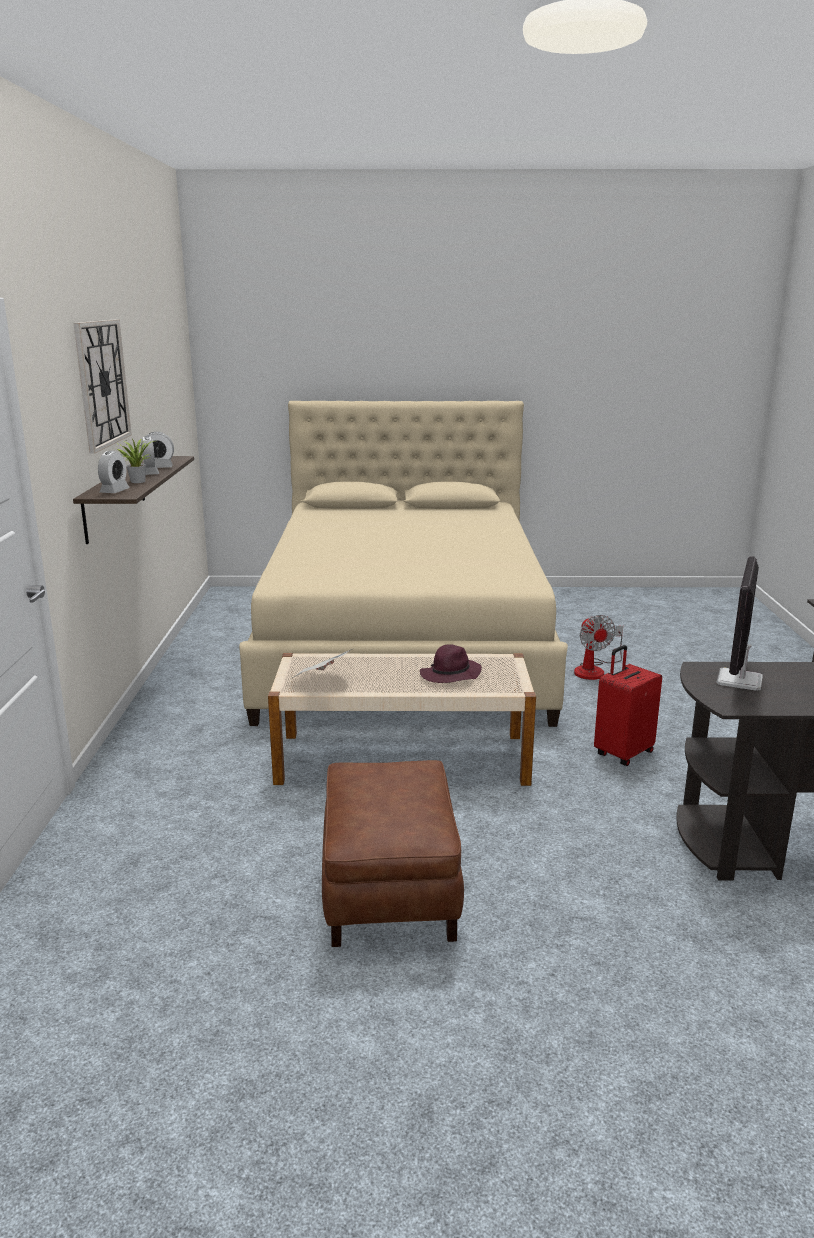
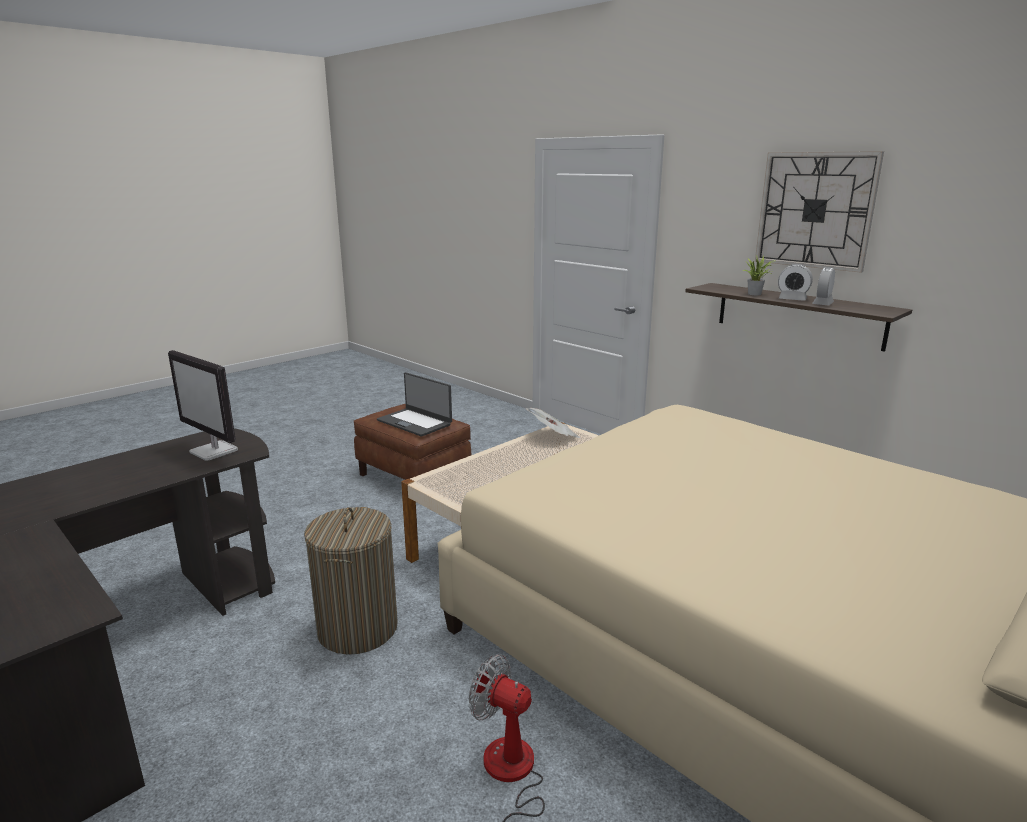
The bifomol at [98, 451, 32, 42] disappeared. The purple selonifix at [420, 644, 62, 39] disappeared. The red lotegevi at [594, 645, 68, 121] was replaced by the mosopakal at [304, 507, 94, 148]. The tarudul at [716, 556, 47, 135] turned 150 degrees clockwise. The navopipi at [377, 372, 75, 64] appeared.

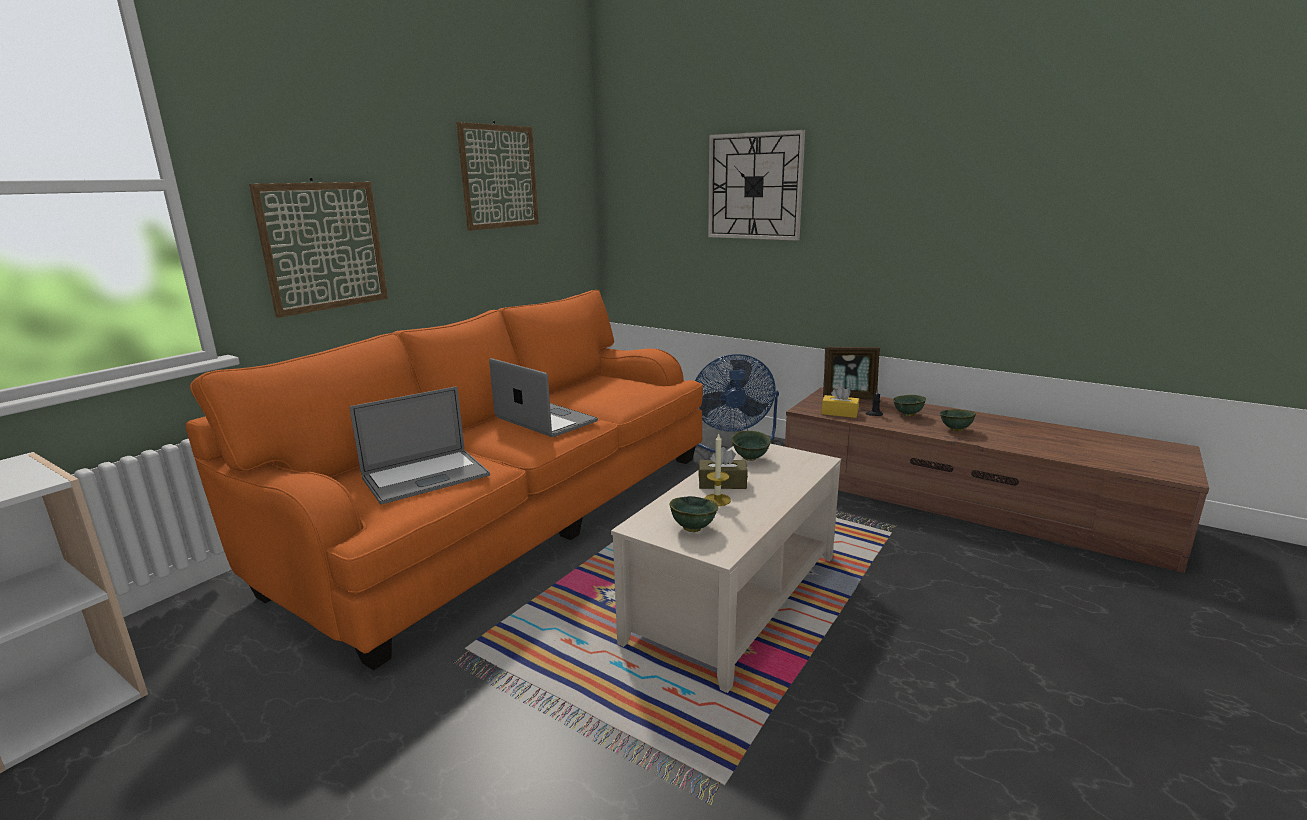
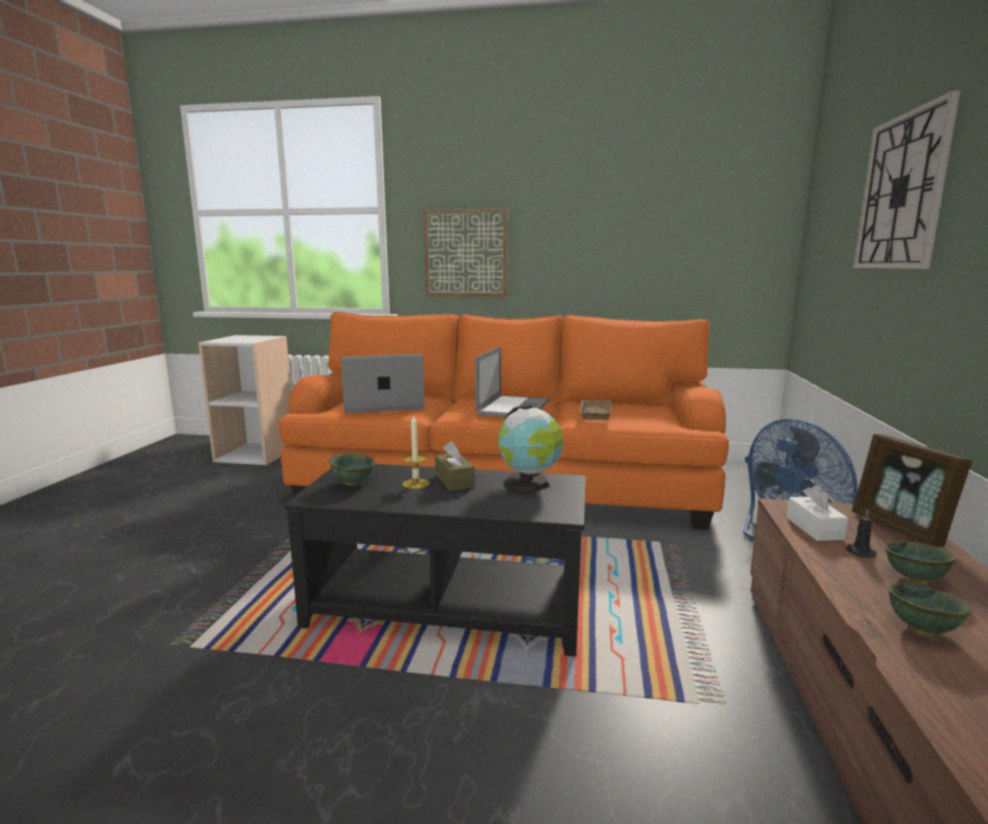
The navopipi at [350, 387, 140, 118] turned 135 degrees clockwise. The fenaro at [456, 121, 83, 110] disappeared. The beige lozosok at [611, 444, 230, 249] became the black lozosok at [284, 464, 302, 193]. The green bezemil at [732, 431, 39, 30] was replaced by the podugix at [498, 405, 65, 87]. The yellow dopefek at [821, 386, 38, 32] became the white dopefek at [787, 485, 61, 56]. The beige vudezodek at [580, 400, 32, 21] appeared.

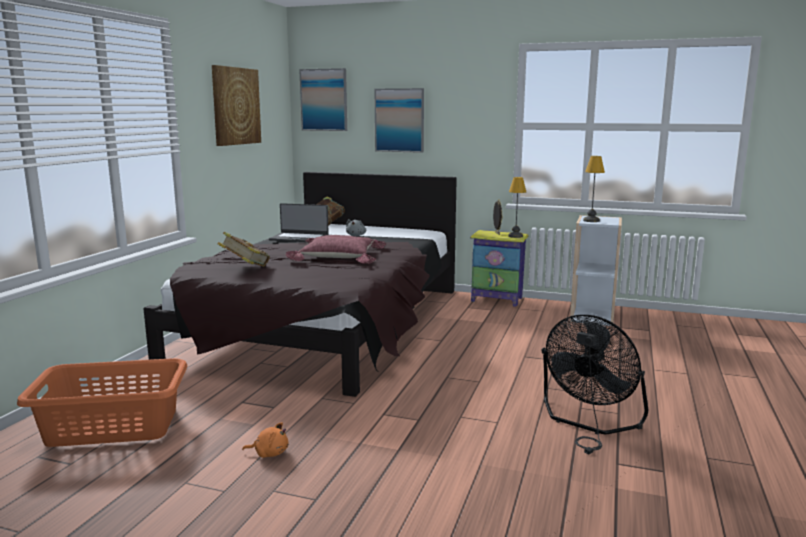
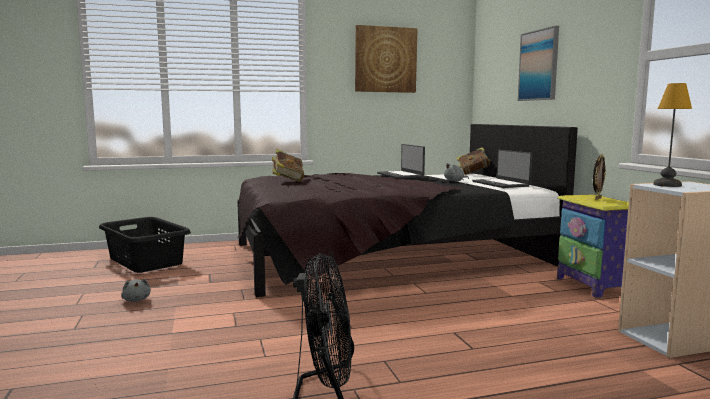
The orange mosopakal at [17, 358, 170, 89] became the black mosopakal at [99, 217, 92, 56]. The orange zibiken at [242, 422, 47, 36] became the grey zibiken at [121, 279, 30, 23]. The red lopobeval at [286, 235, 100, 29] disappeared. The fenaro at [299, 68, 48, 63] disappeared. The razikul at [508, 177, 18, 61] disappeared. The navopipi at [472, 150, 61, 38] appeared.

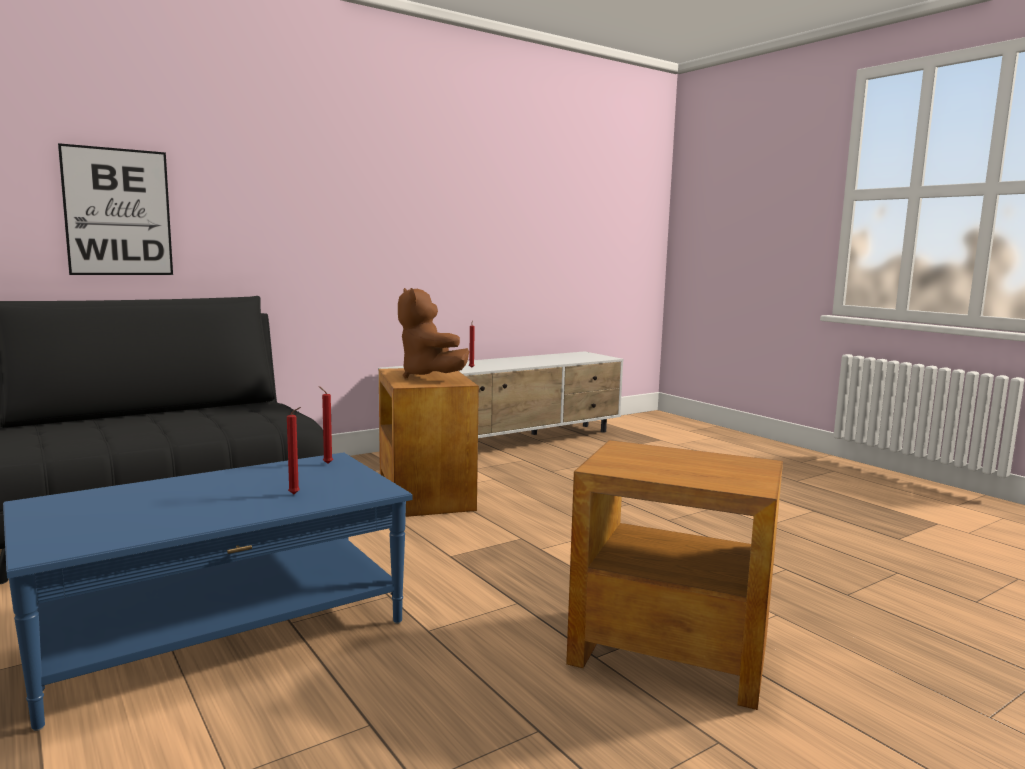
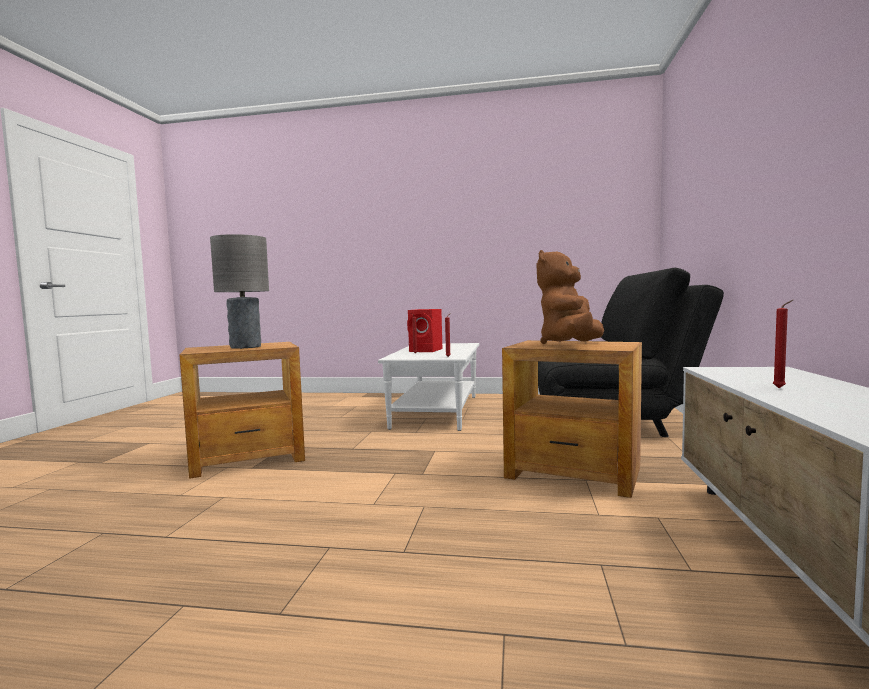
The blue lozosok at [3, 452, 410, 279] became the white lozosok at [378, 343, 101, 88]. The fenaro at [58, 143, 115, 132] disappeared. The brown zibiken at [398, 288, 71, 90] turned 75 degrees counterclockwise. The grey razikul at [210, 234, 59, 115] appeared. The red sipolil at [407, 309, 35, 43] appeared.

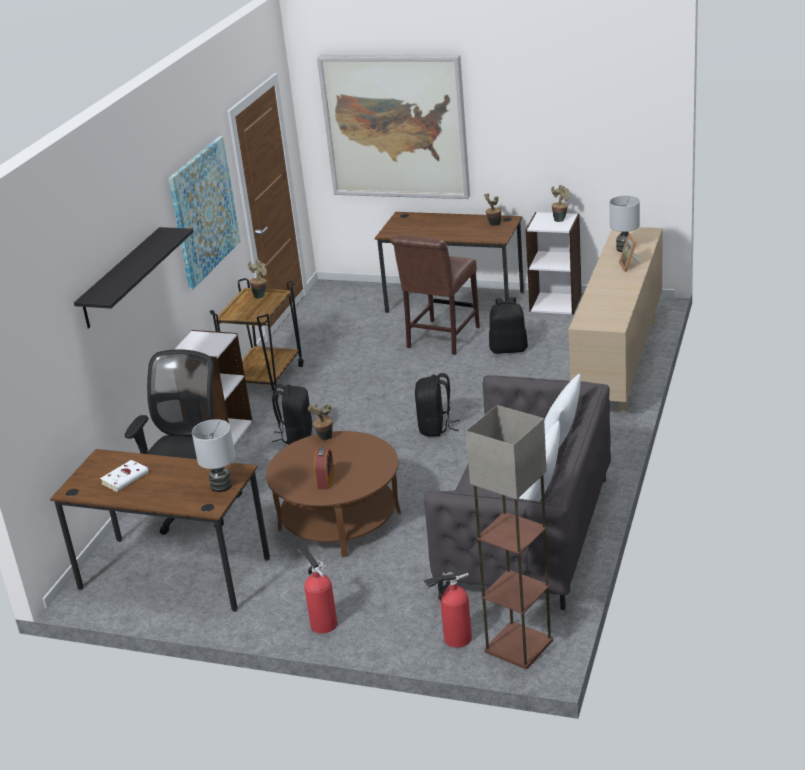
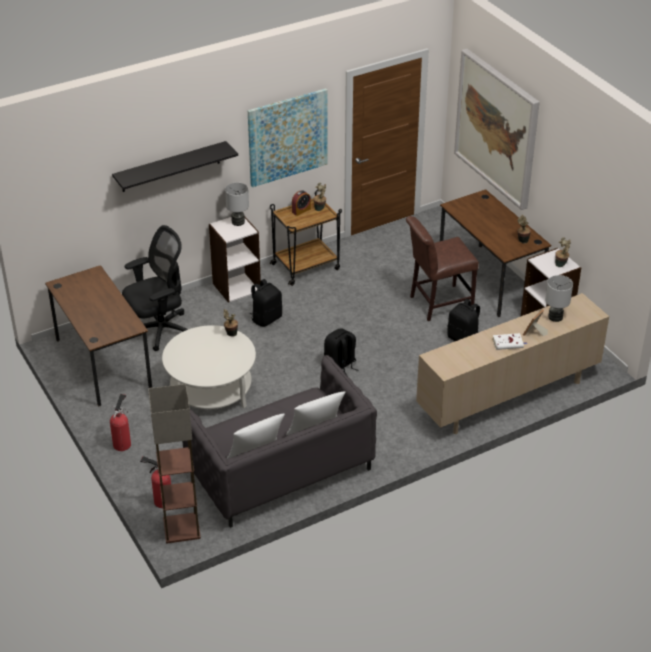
The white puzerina moved from [100, 460, 49, 31] to [493, 333, 34, 17]. The grey razikul moved from [192, 419, 43, 73] to [225, 182, 24, 44]. The brown lozosok at [266, 431, 135, 126] became the white lozosok at [162, 325, 94, 84]. The bifomol moved from [314, 447, 21, 42] to [292, 190, 19, 26].

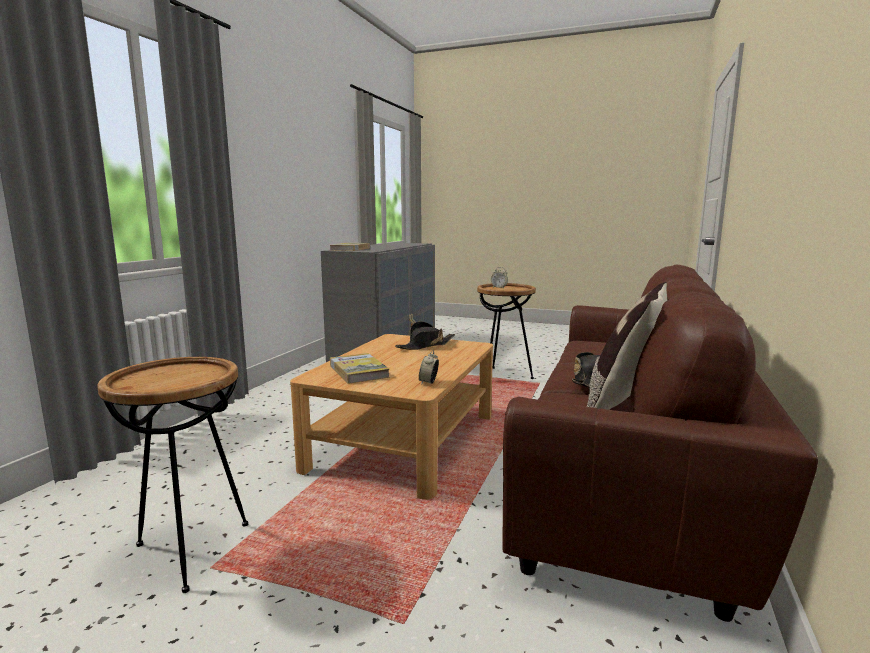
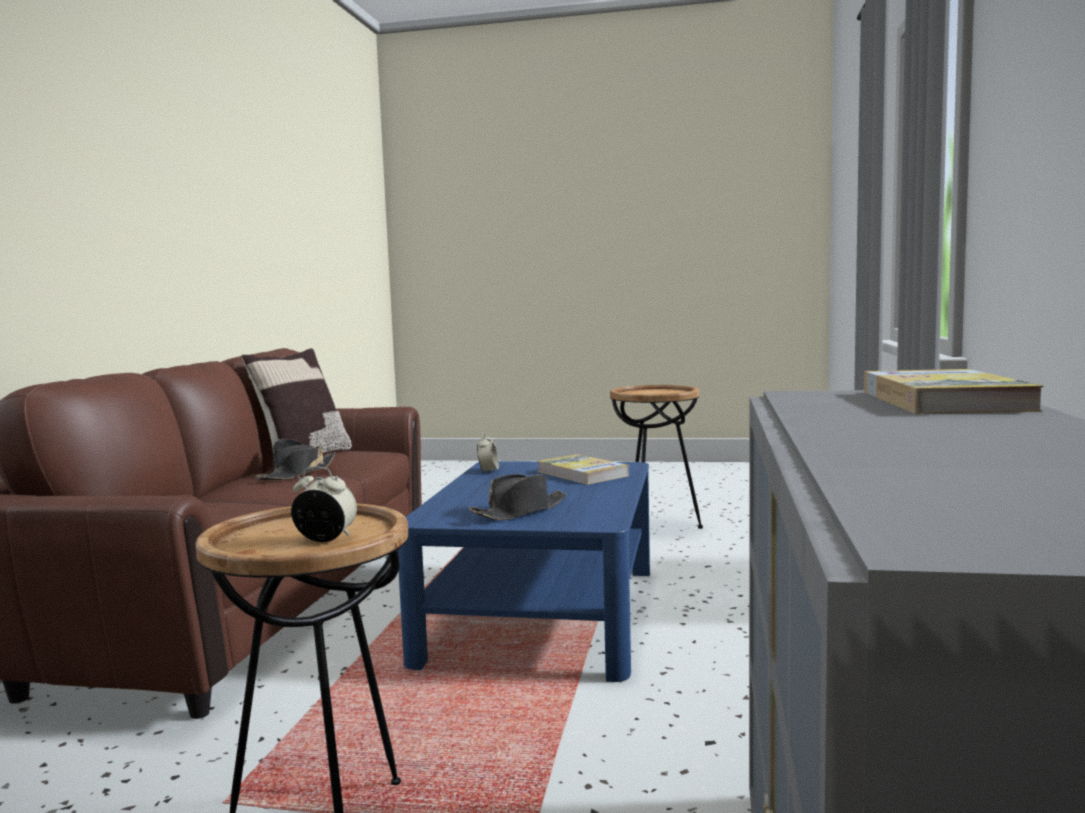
The beige lozosok at [290, 334, 203, 166] became the blue lozosok at [398, 461, 252, 221].

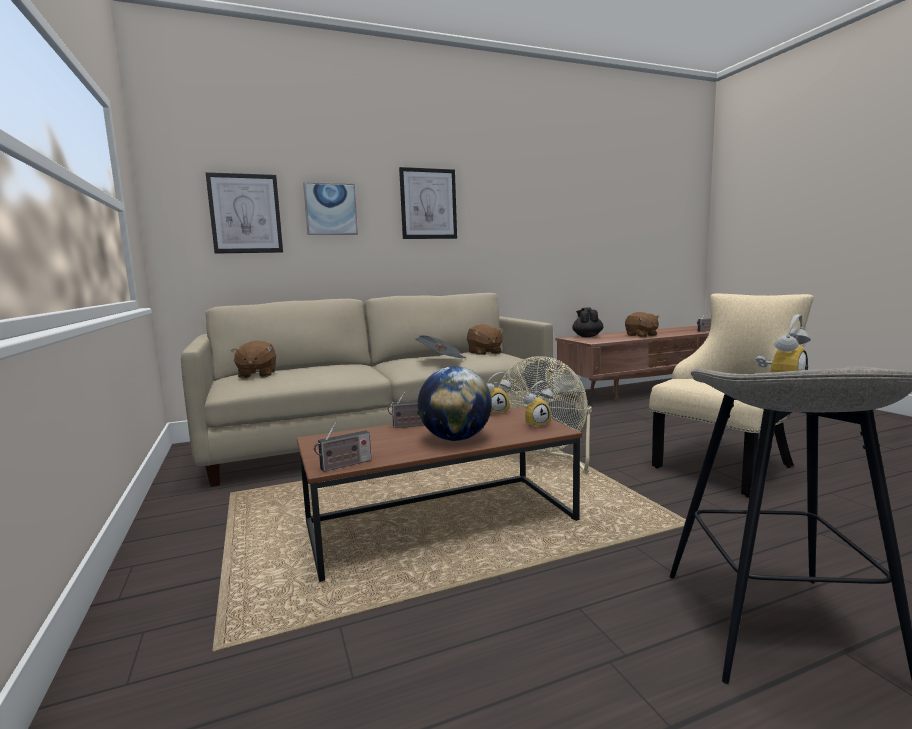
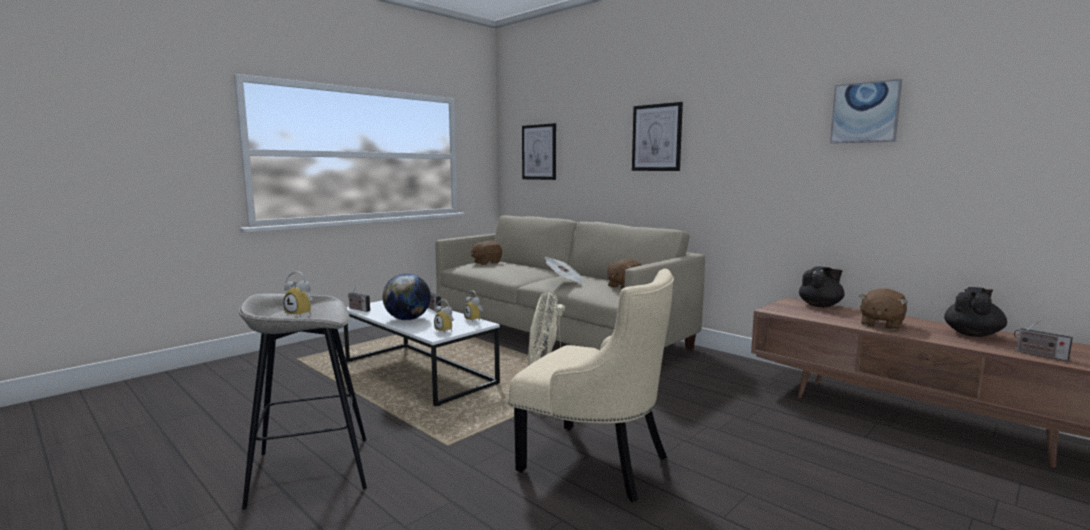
The brown lozosok at [297, 406, 285, 176] became the white lozosok at [344, 300, 156, 106]. The fenaro moved from [303, 182, 55, 53] to [830, 79, 72, 65]. The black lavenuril at [944, 287, 63, 50] appeared.

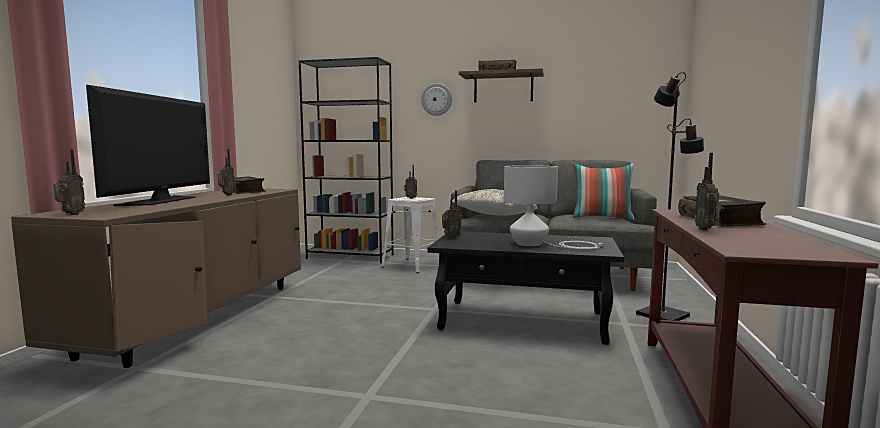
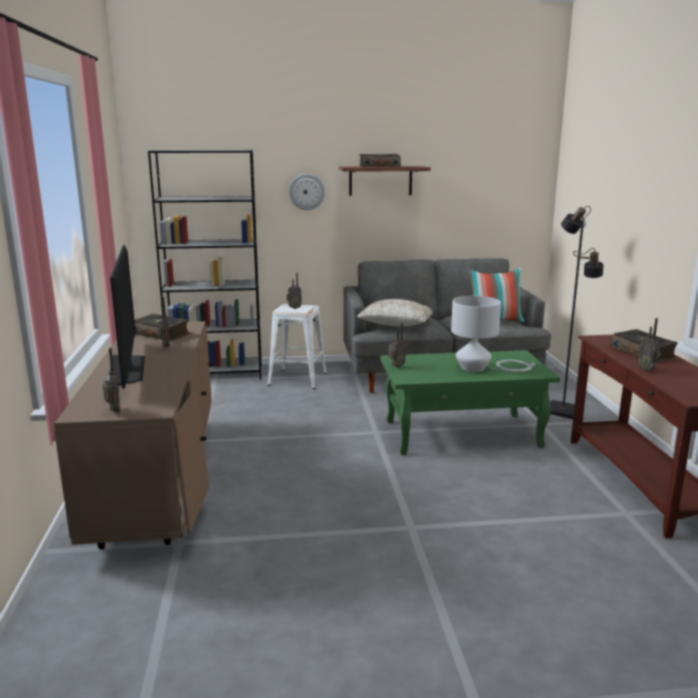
The black lozosok at [428, 232, 196, 113] became the green lozosok at [380, 350, 180, 105].

